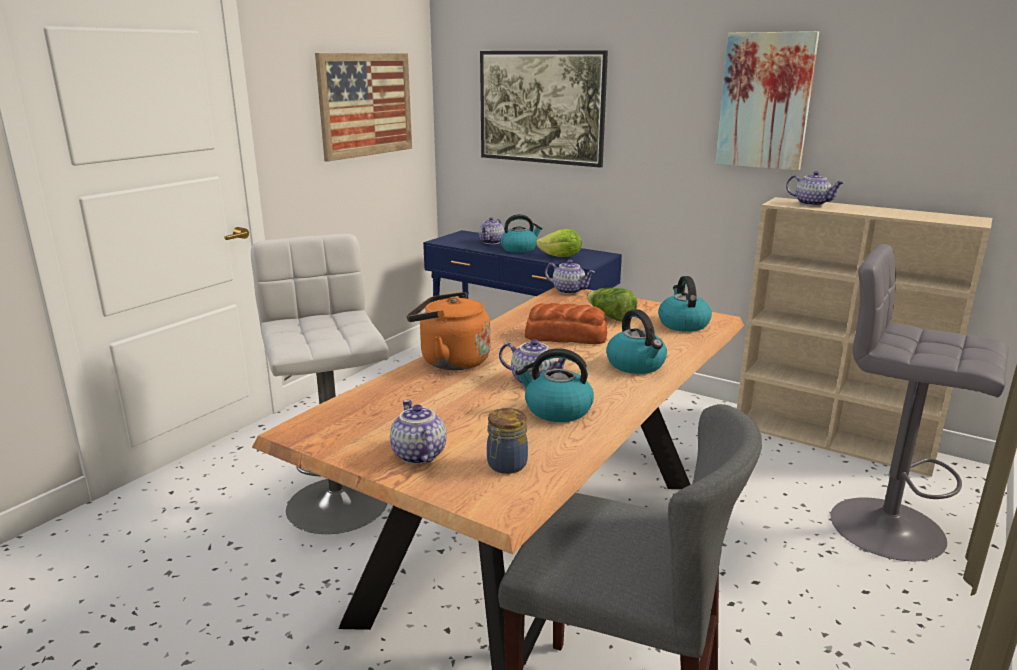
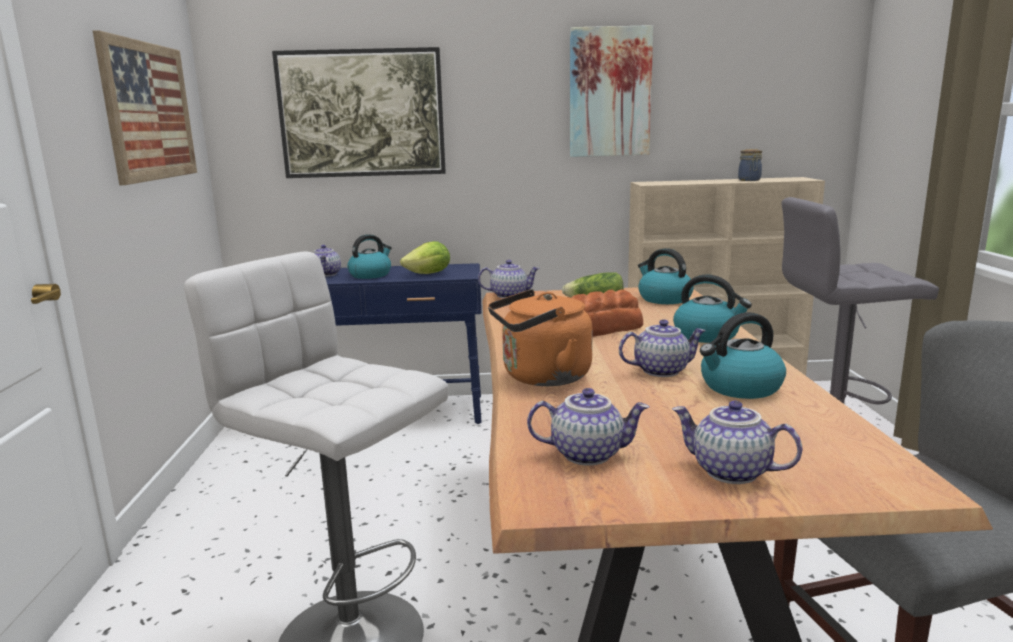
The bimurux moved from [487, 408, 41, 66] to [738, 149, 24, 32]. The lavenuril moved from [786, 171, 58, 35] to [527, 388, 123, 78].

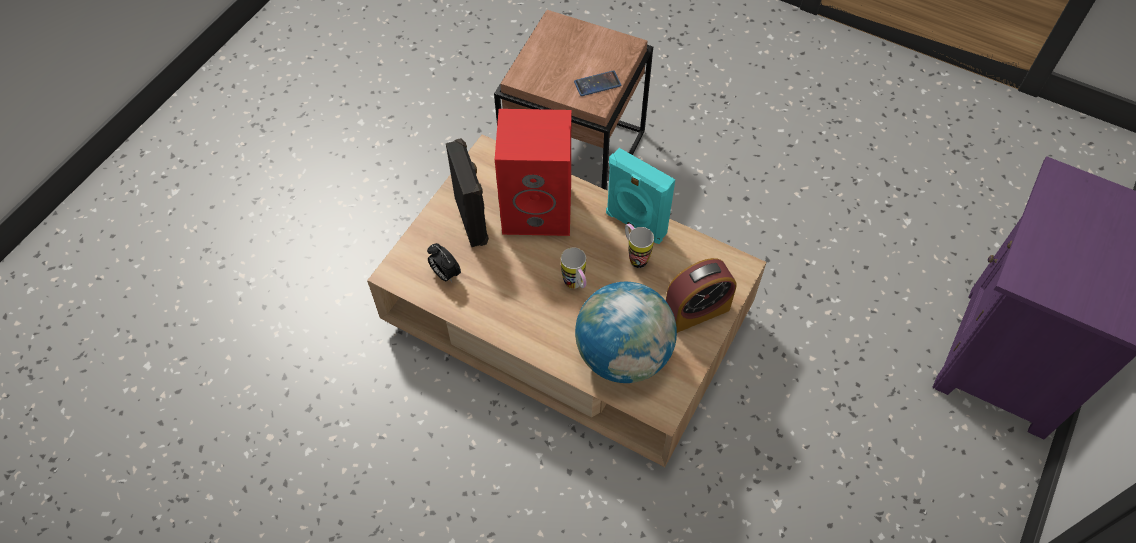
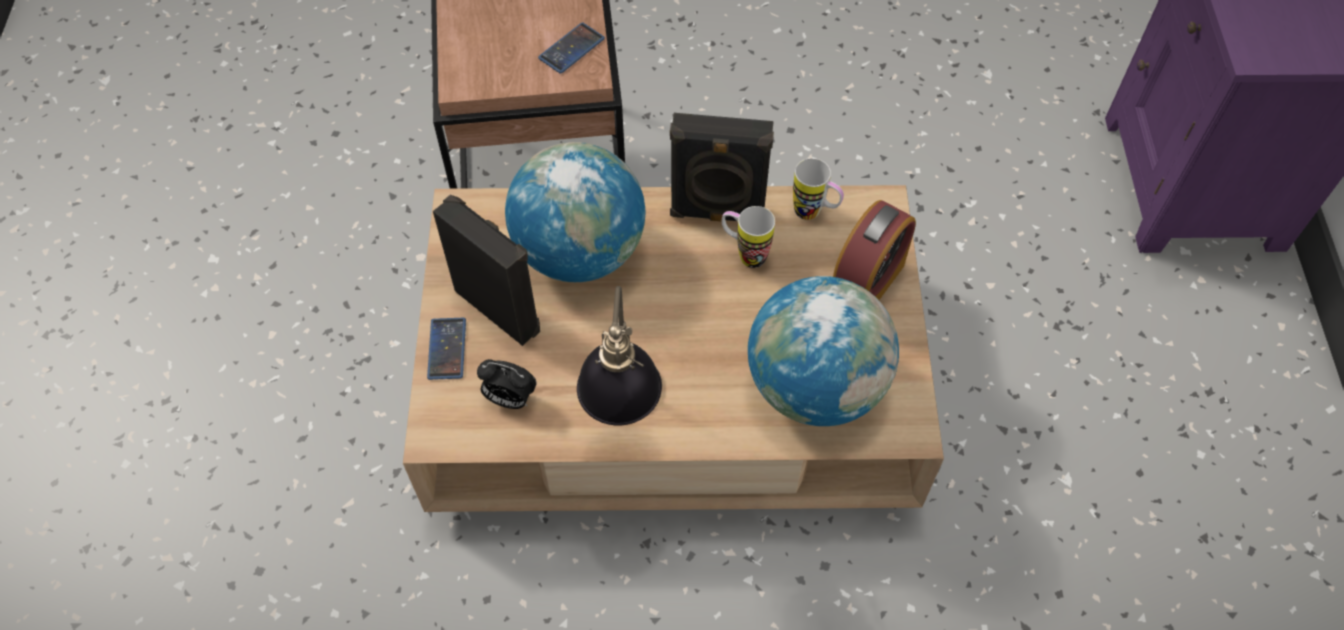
The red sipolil at [495, 109, 76, 127] was replaced by the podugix at [505, 142, 140, 140]. The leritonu moved from [561, 247, 26, 42] to [793, 158, 51, 62]. The turquoise sipolil at [606, 148, 69, 96] became the black sipolil at [670, 113, 104, 109]. The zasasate at [427, 318, 39, 62] appeared. The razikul at [577, 286, 85, 139] appeared.

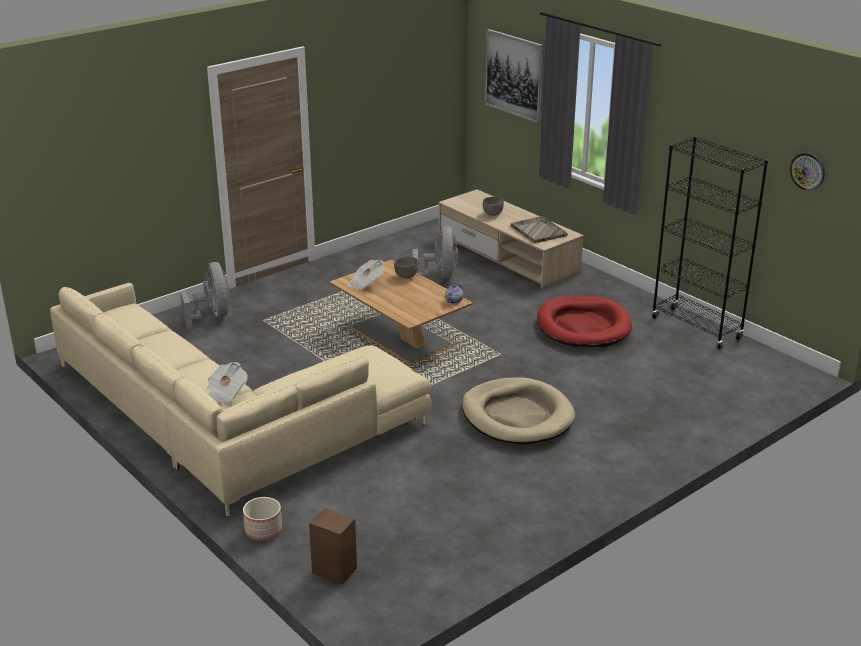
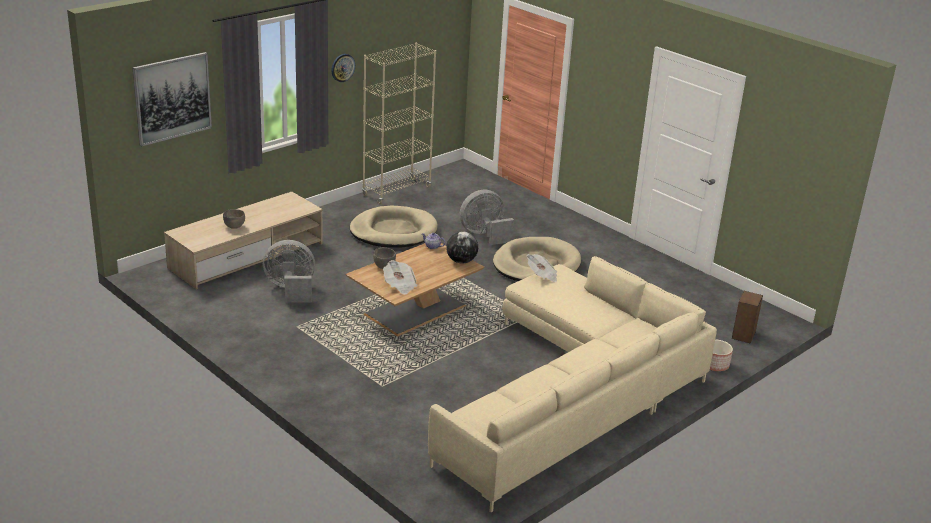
The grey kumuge moved from [180, 262, 50, 68] to [460, 190, 54, 55]. The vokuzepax moved from [207, 362, 41, 41] to [527, 254, 30, 28]. The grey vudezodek at [511, 216, 57, 27] disappeared. The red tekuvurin at [537, 295, 95, 52] became the beige tekuvurin at [350, 206, 88, 42]. The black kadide at [652, 136, 116, 213] became the beige kadide at [362, 43, 74, 161]. The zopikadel moved from [790, 152, 35, 39] to [331, 54, 24, 28]. The podugix at [446, 231, 32, 33] appeared.

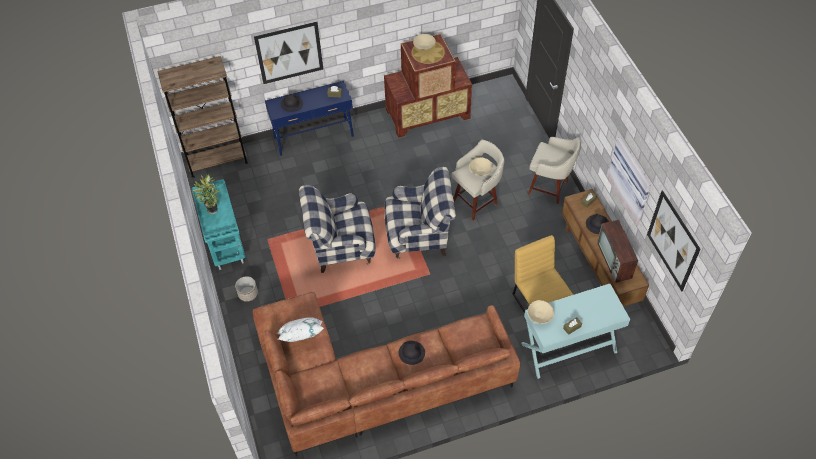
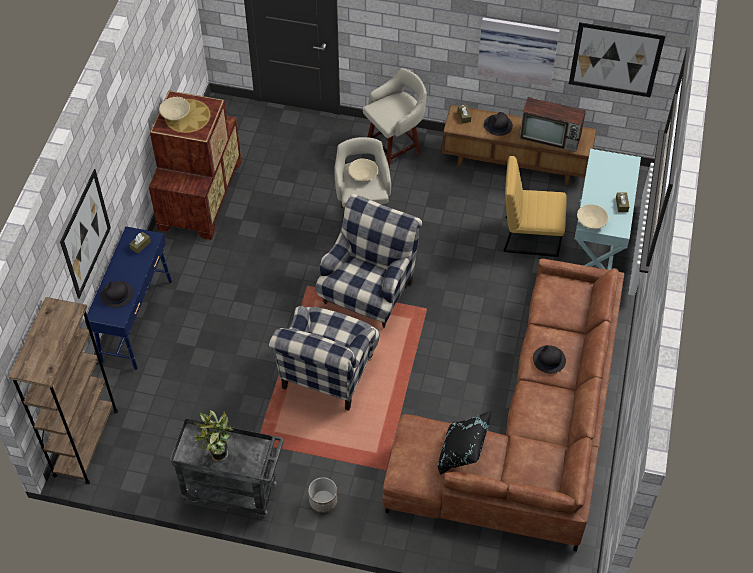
The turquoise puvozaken at [192, 179, 53, 91] became the black puvozaken at [170, 419, 114, 97]. The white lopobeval at [277, 317, 47, 25] became the black lopobeval at [438, 410, 54, 65].

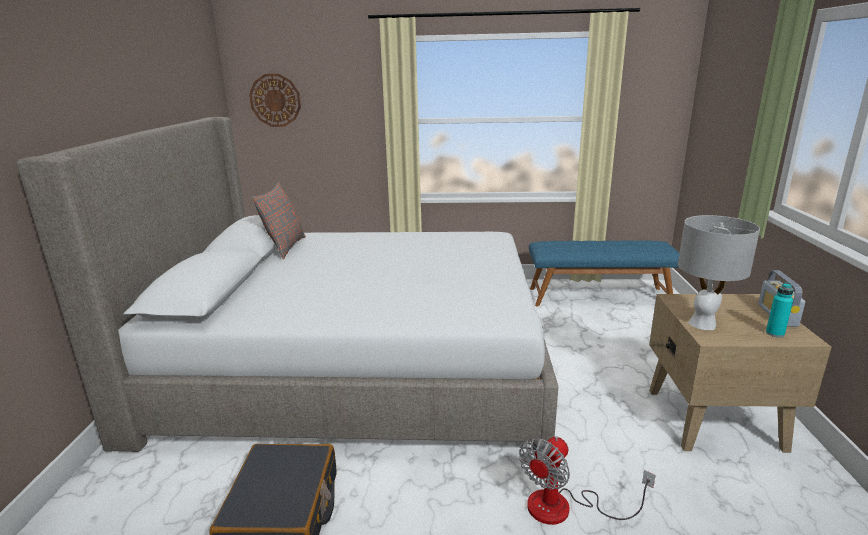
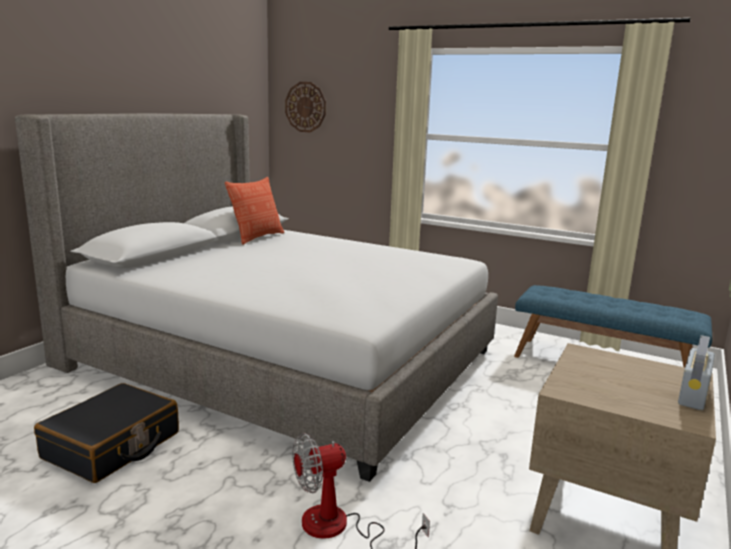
The grey lopobeval at [252, 182, 54, 77] became the orange lopobeval at [225, 177, 59, 68]. The grey razikul at [678, 215, 82, 115] disappeared. The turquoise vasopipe at [766, 282, 28, 55] disappeared.

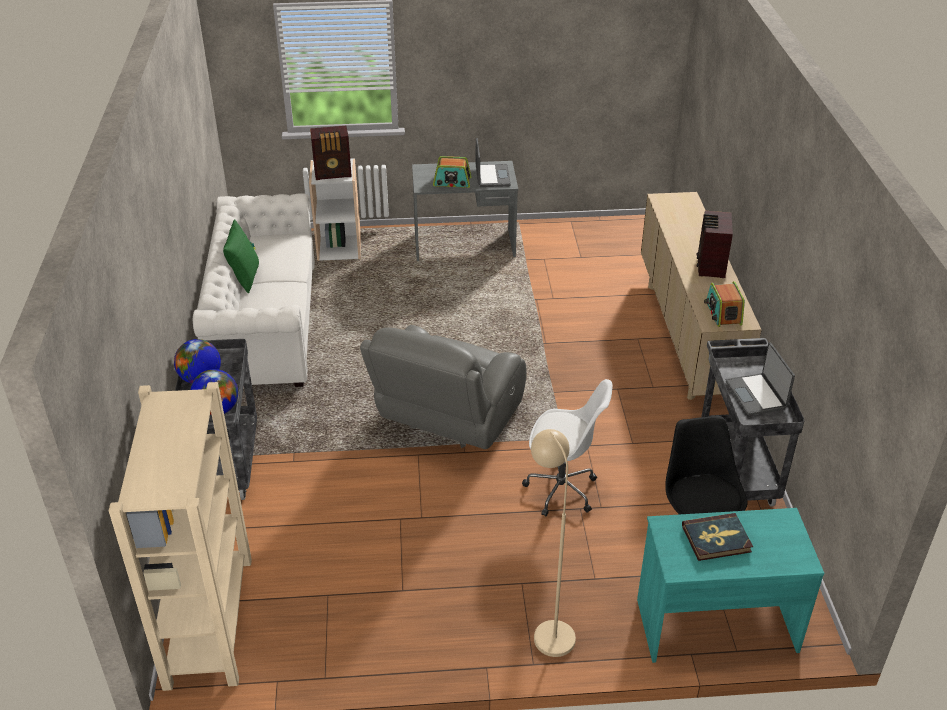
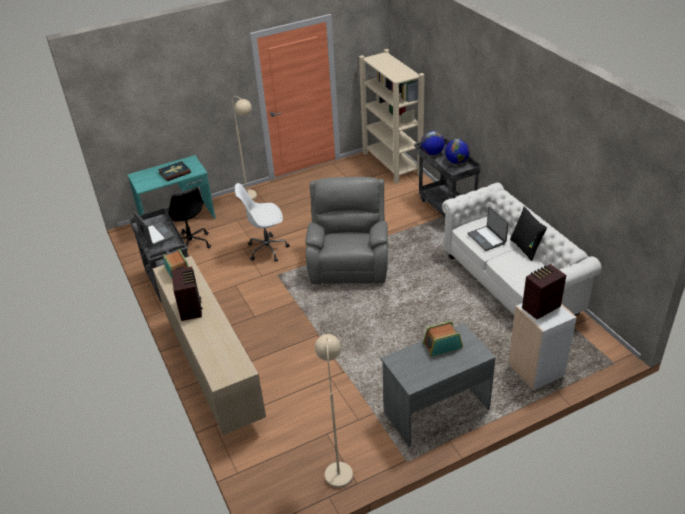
The green lopobeval at [223, 219, 36, 74] became the black lopobeval at [510, 206, 37, 55]. The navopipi moved from [476, 138, 35, 49] to [467, 207, 42, 44]. The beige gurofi at [315, 334, 38, 154] appeared.

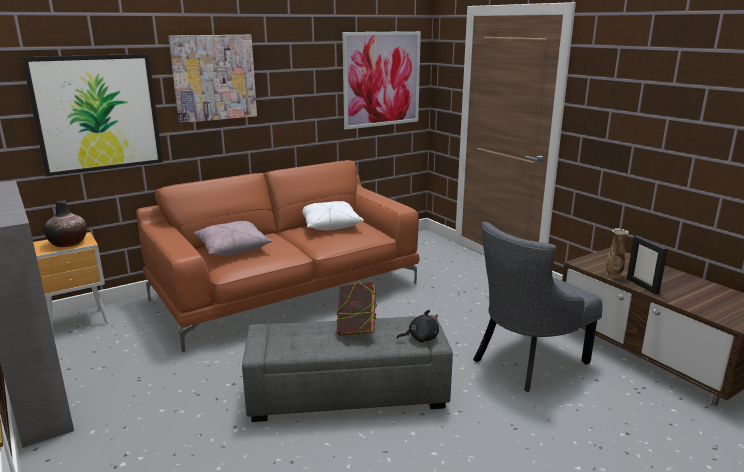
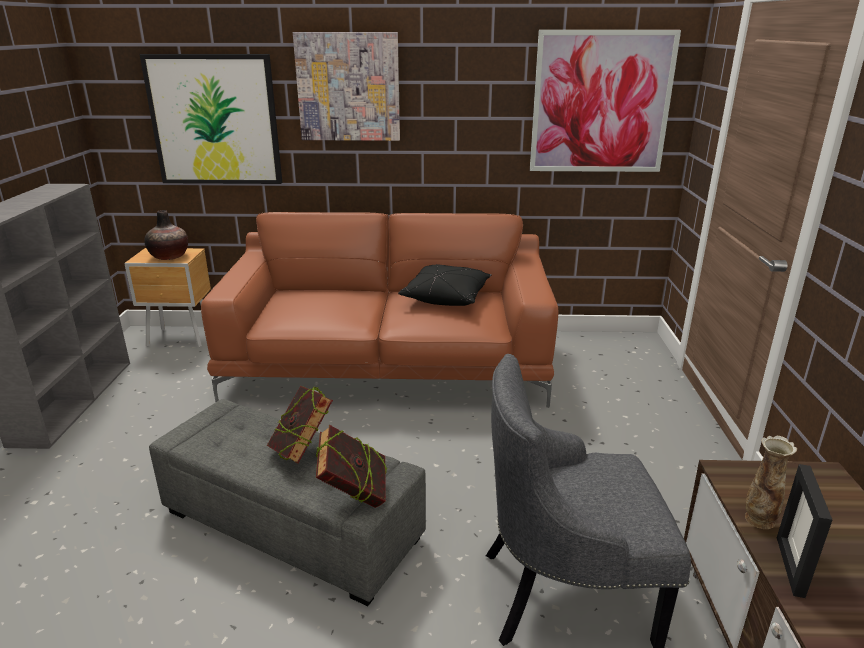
The purple lopobeval at [194, 221, 78, 34] disappeared. The white lopobeval at [302, 201, 62, 29] became the black lopobeval at [398, 264, 94, 42]. The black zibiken at [397, 310, 42, 32] was replaced by the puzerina at [316, 425, 71, 83].

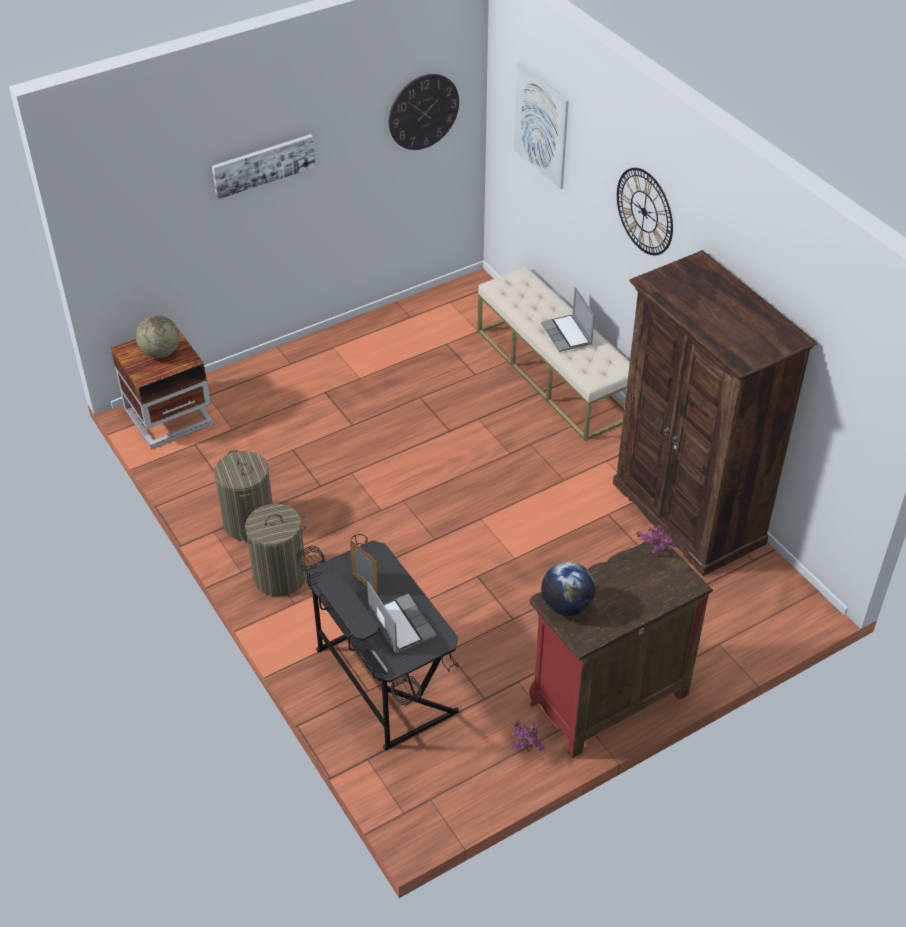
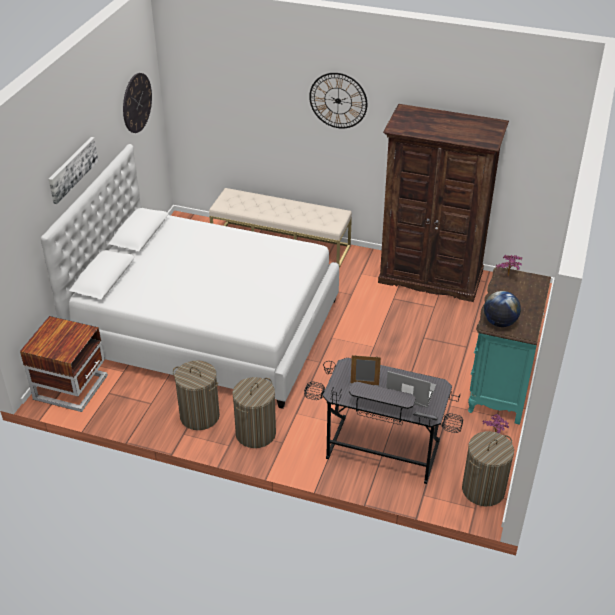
The podugix at [136, 315, 43, 43] disappeared. The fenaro at [514, 63, 55, 126] disappeared. The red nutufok at [529, 538, 184, 221] became the turquoise nutufok at [468, 267, 83, 158]. The navopipi at [541, 287, 54, 65] disappeared. The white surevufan at [41, 144, 298, 265] appeared. The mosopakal at [462, 431, 52, 75] appeared.

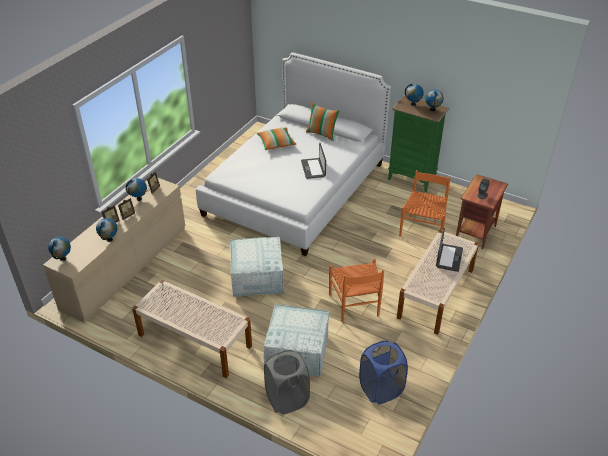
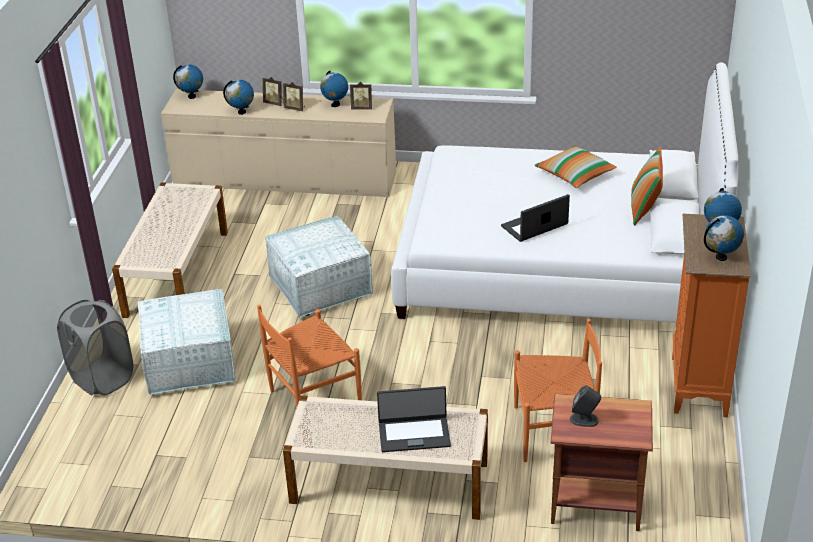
The blue mosopakal at [359, 341, 49, 63] disappeared. The green nutufok at [388, 95, 61, 97] became the orange nutufok at [672, 214, 79, 203].

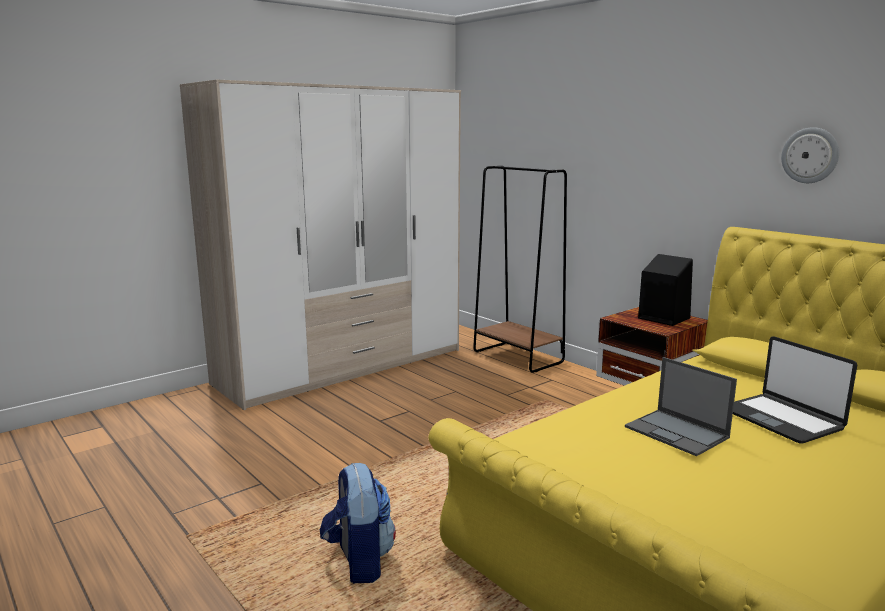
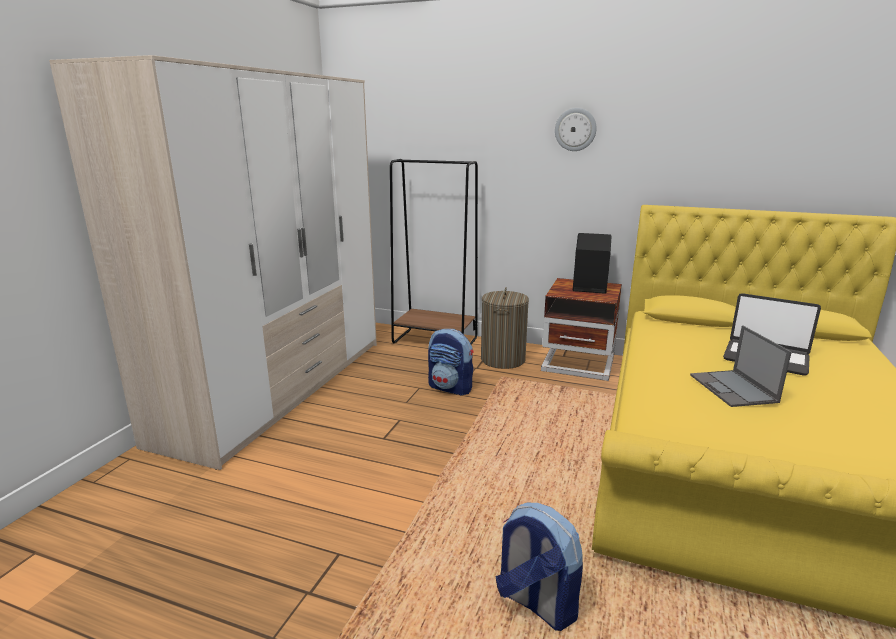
The navopipi at [625, 357, 112, 99] turned 60 degrees clockwise. The zopikadel moved from [781, 127, 58, 56] to [555, 108, 42, 43]. The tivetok at [428, 329, 46, 67] appeared. The mosopakal at [481, 287, 48, 82] appeared.

